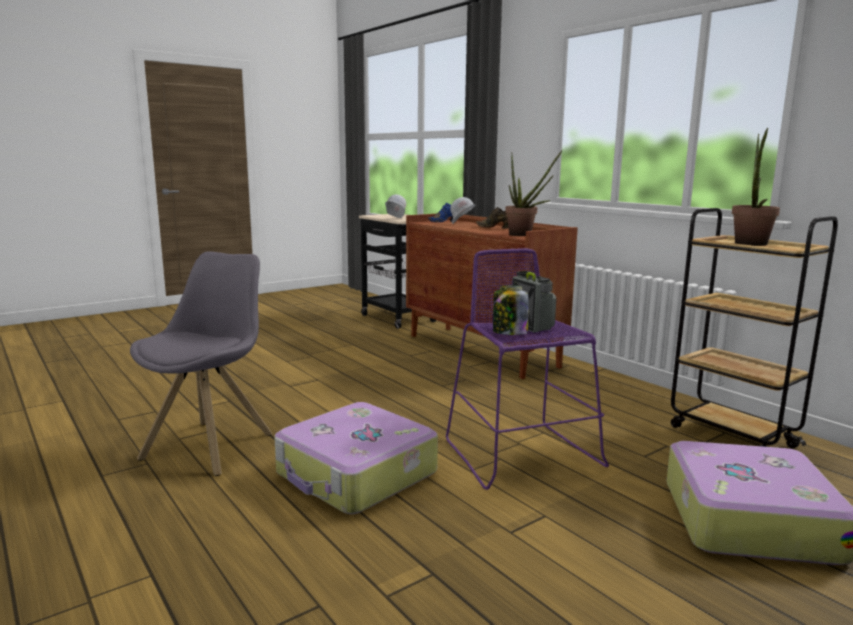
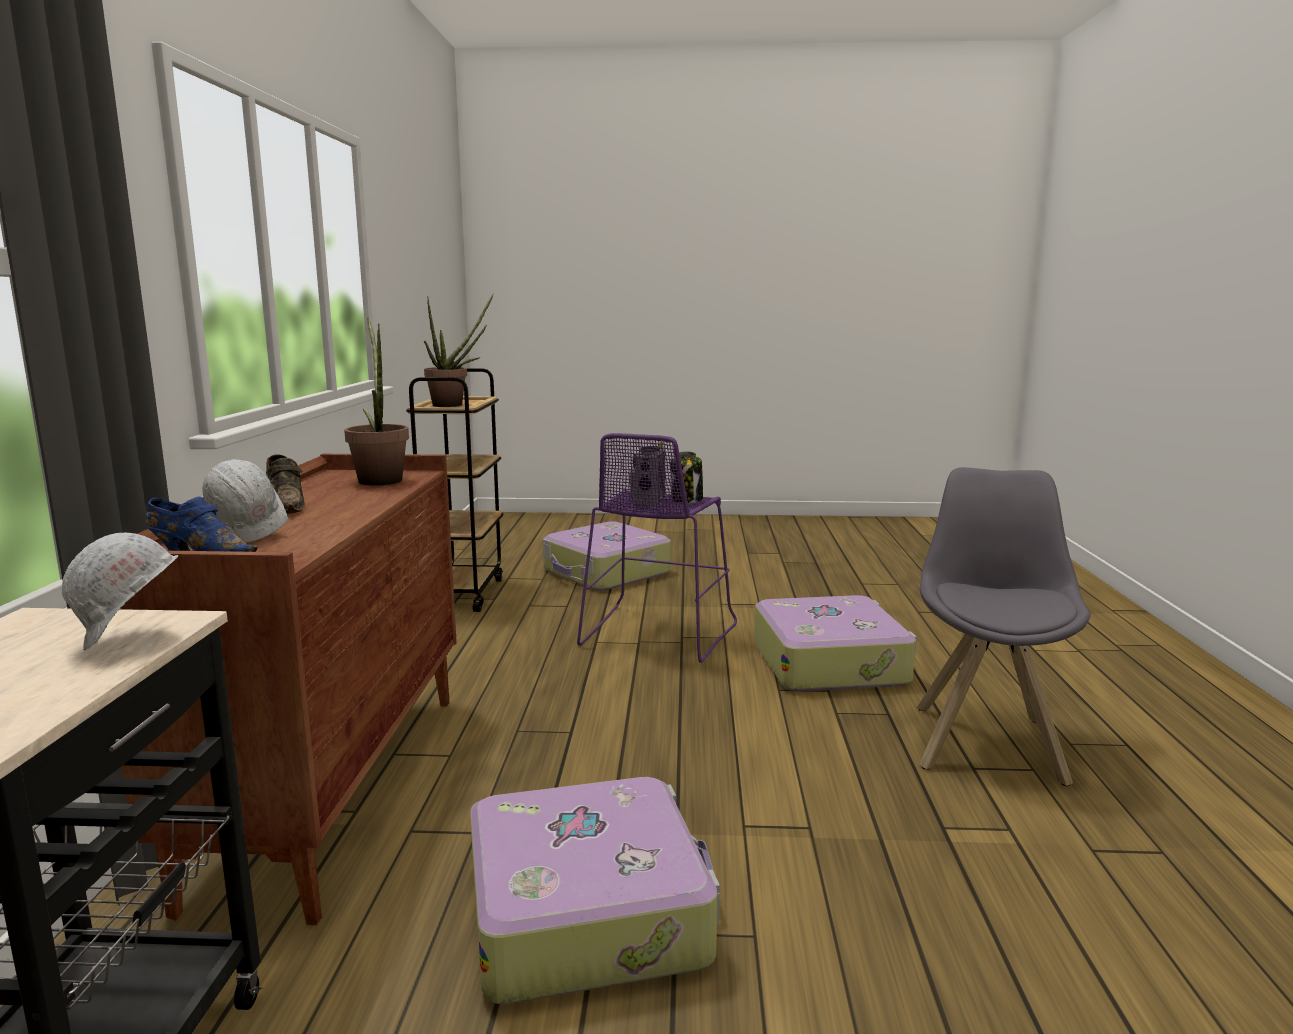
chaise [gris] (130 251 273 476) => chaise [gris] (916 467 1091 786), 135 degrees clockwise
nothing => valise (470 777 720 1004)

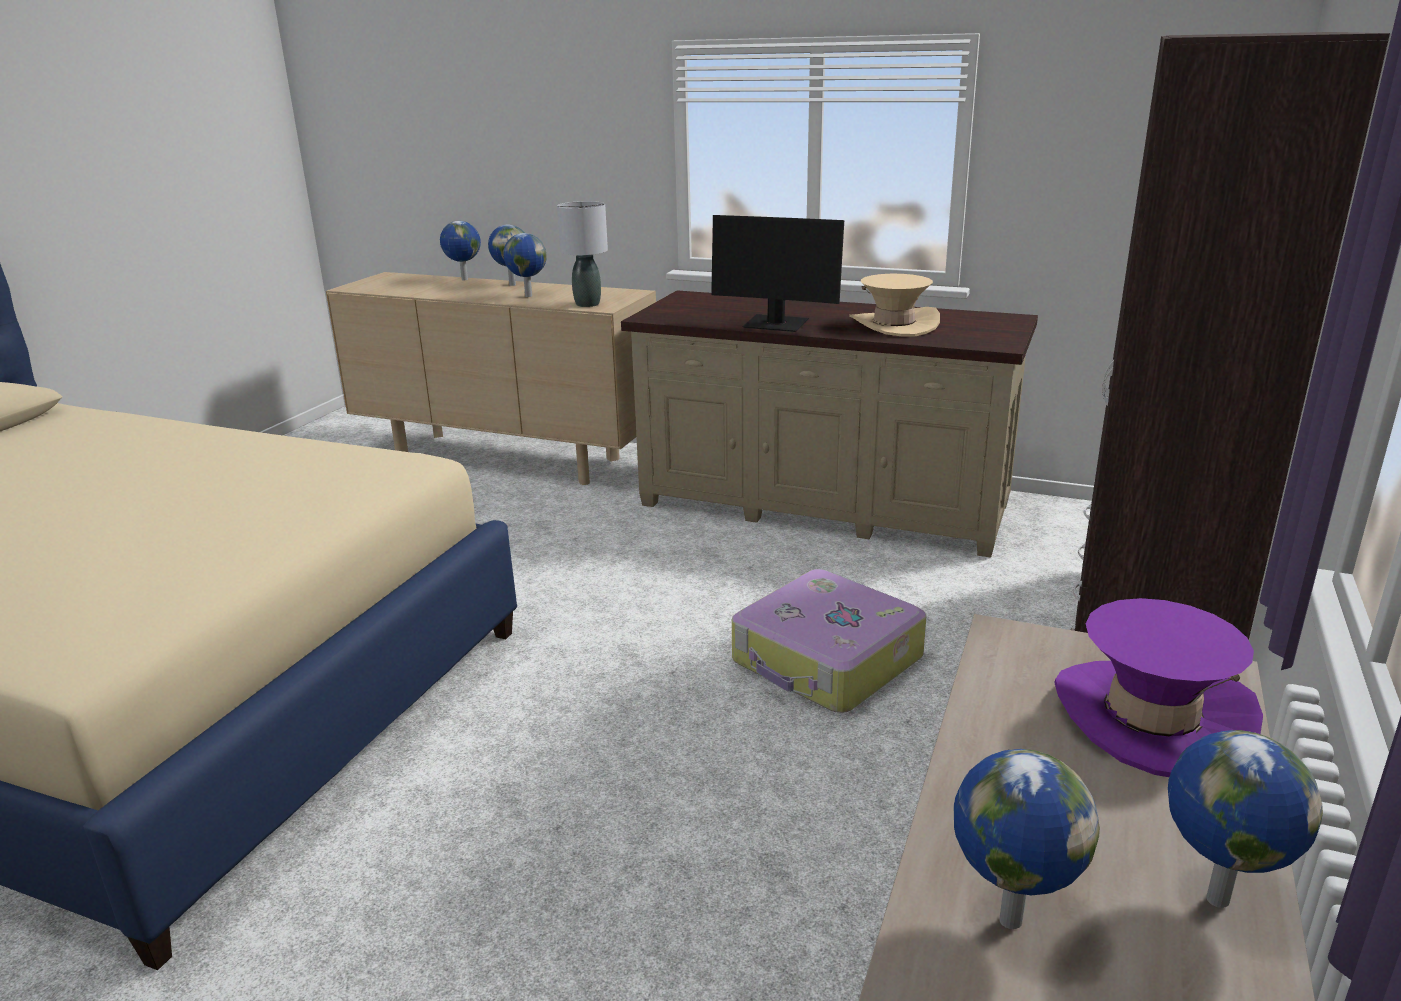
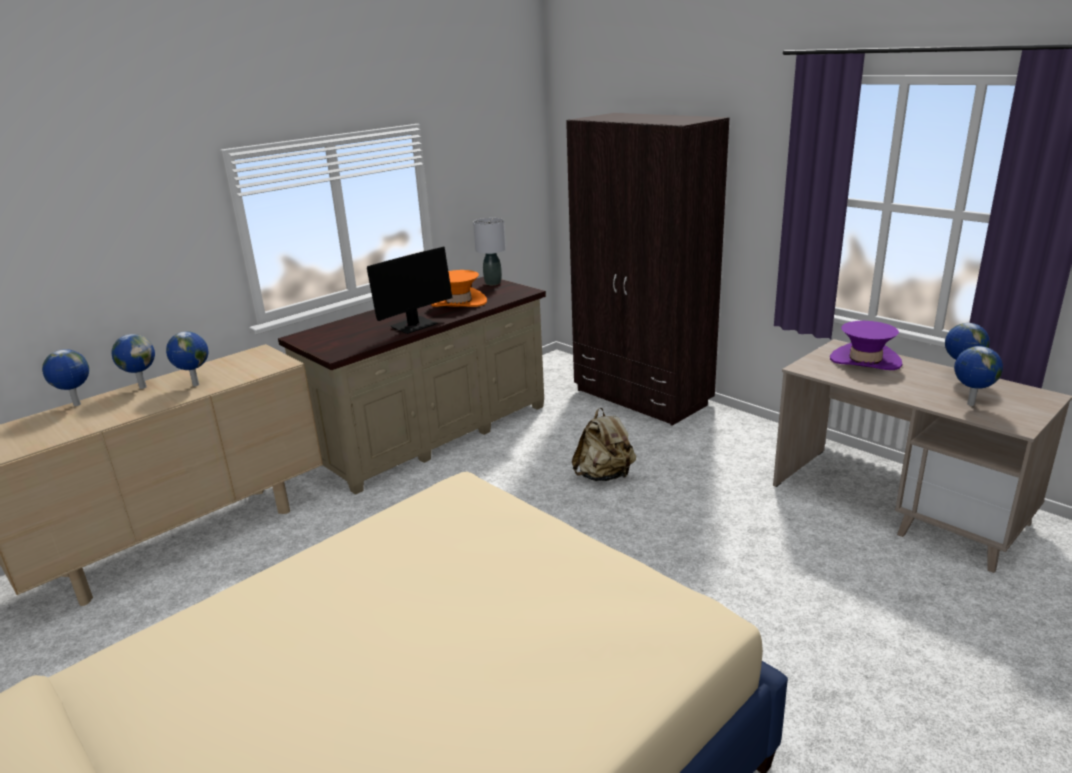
lampe de table [gris] (557 201 608 307) => lampe de table [gris] (473 218 506 285), move
chapeau [beige] (849 274 940 337) => chapeau [orange] (431 270 487 307)
valise (732 569 926 713) => sac à dos [beige] (572 408 636 481)

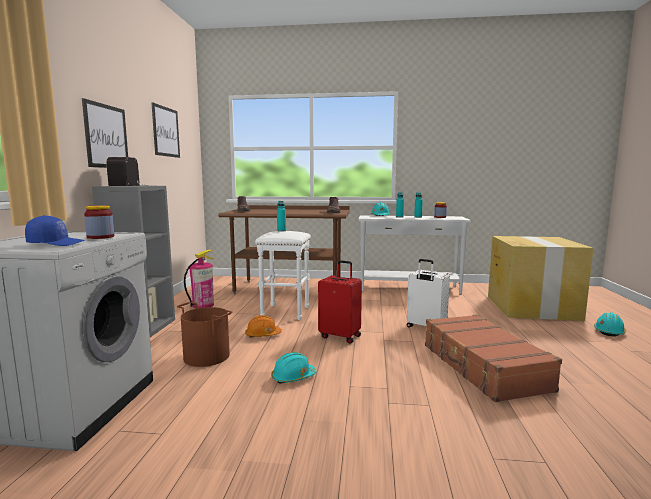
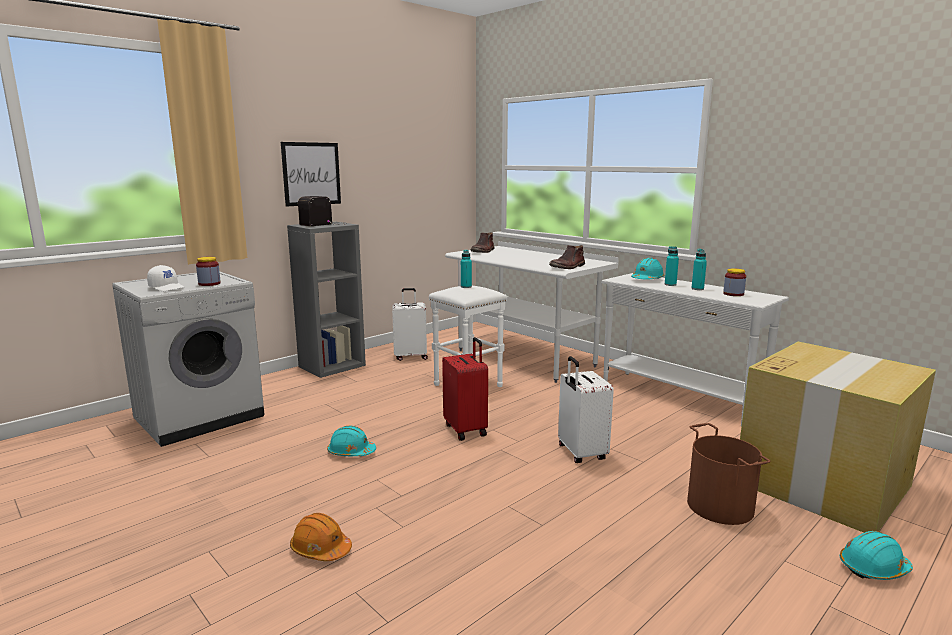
tableau (152 102 180 158) => nothing
bureau [marron] (218 205 350 294) => bureau [blanc] (445 241 619 383)
casquette [bleu] (25 215 85 246) => casquette [blanc] (147 265 185 291)
extincteur (184 250 214 308) => valise [blanc] (392 288 428 361)
seau [marron] (177 302 233 367) => seau [marron] (687 423 771 525), move
valise [marron] (425 314 562 402) => nothing
casque de chantier [orange] (245 315 282 338) => casque de chantier [orange] (290 513 352 561), move

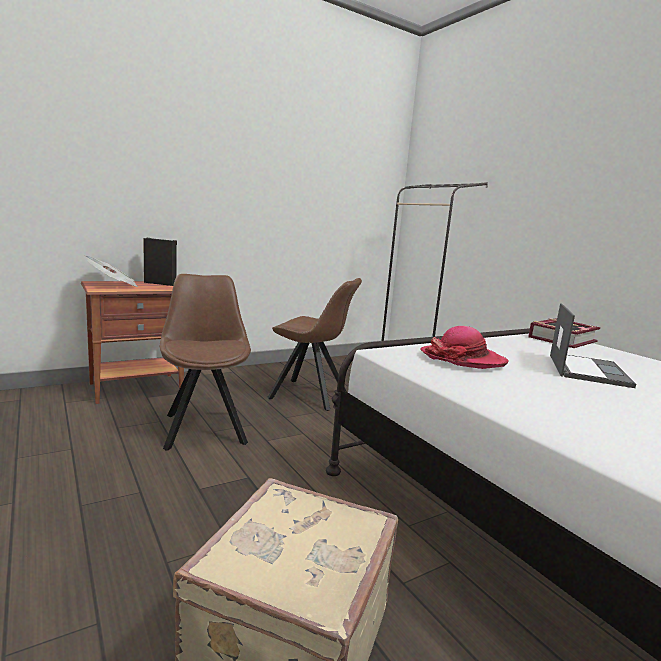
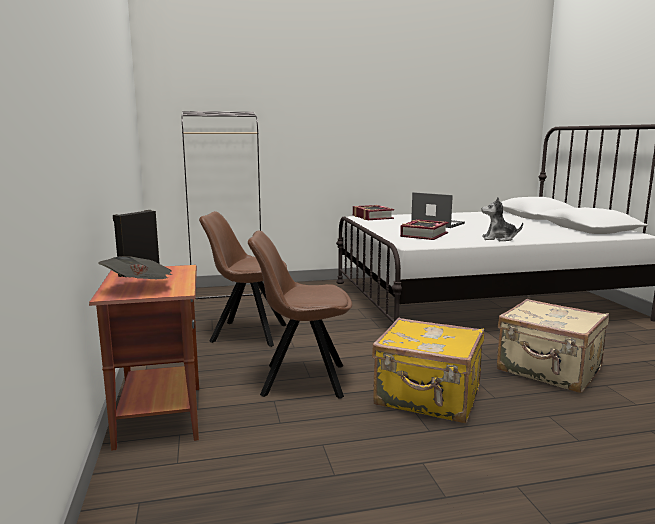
chaise [marron] (267 278 362 411) => chaise [marron] (199 211 287 347), 120 degrees counterclockwise
chapeau (420 326 508 369) => livre (400 219 449 240)
nothing => peluche (482 197 523 241)
nothing => valise [jaune] (372 317 484 423)

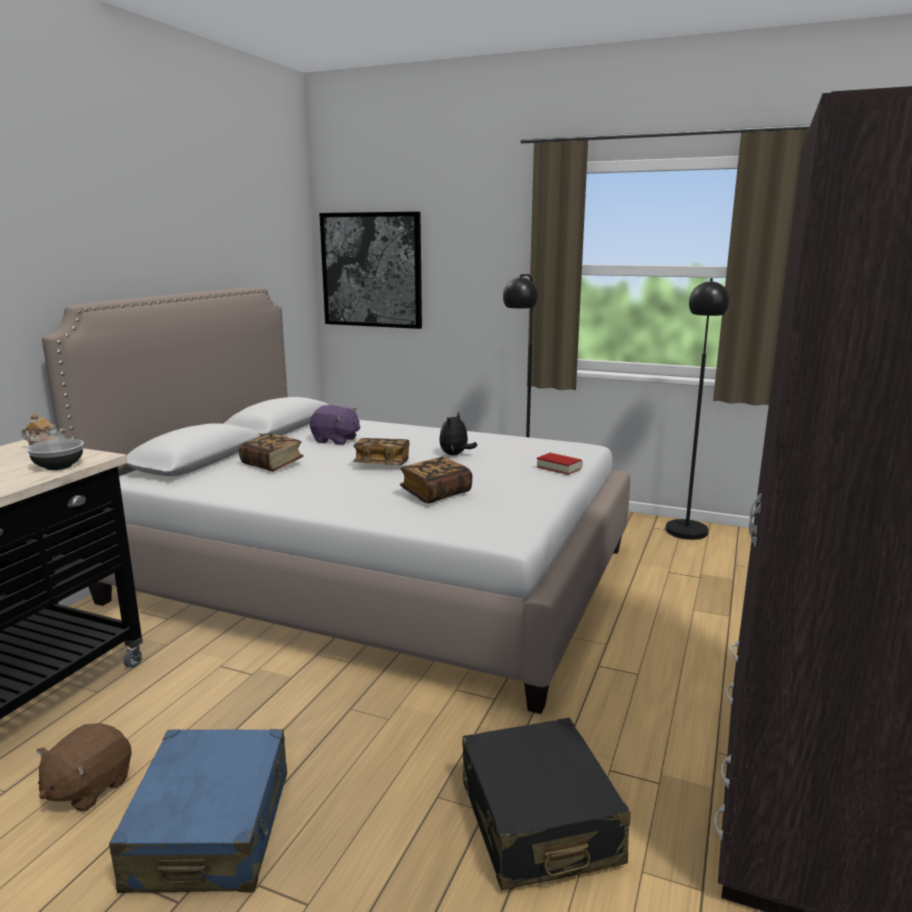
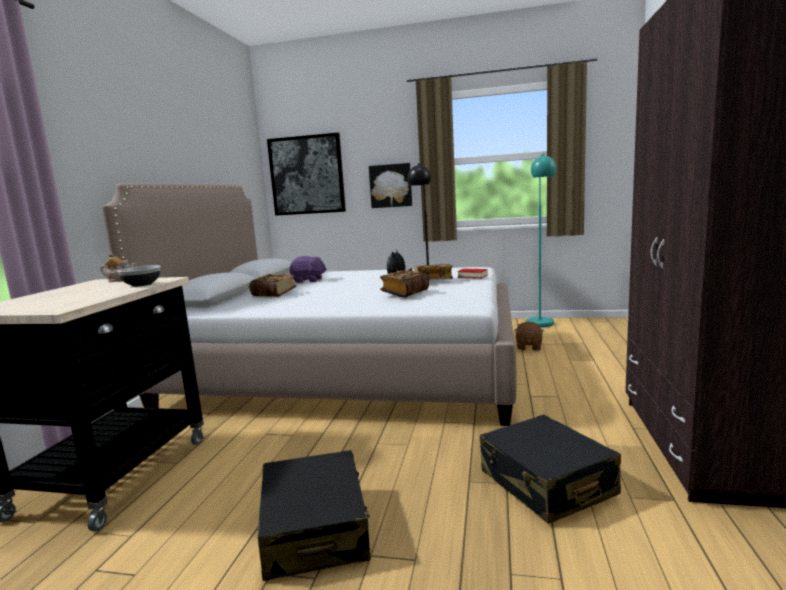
lampadaire [noir] (666 278 730 540) => lampadaire [turquoise] (526 154 556 327)
livre (354 438 409 465) => livre (414 264 453 280), move
peluche [marron] (37 723 132 812) => peluche [marron] (514 321 544 351), move
valise [bleu] (109 729 287 893) => valise [noir] (258 450 371 581)
nothing => tableau (369 163 412 208)

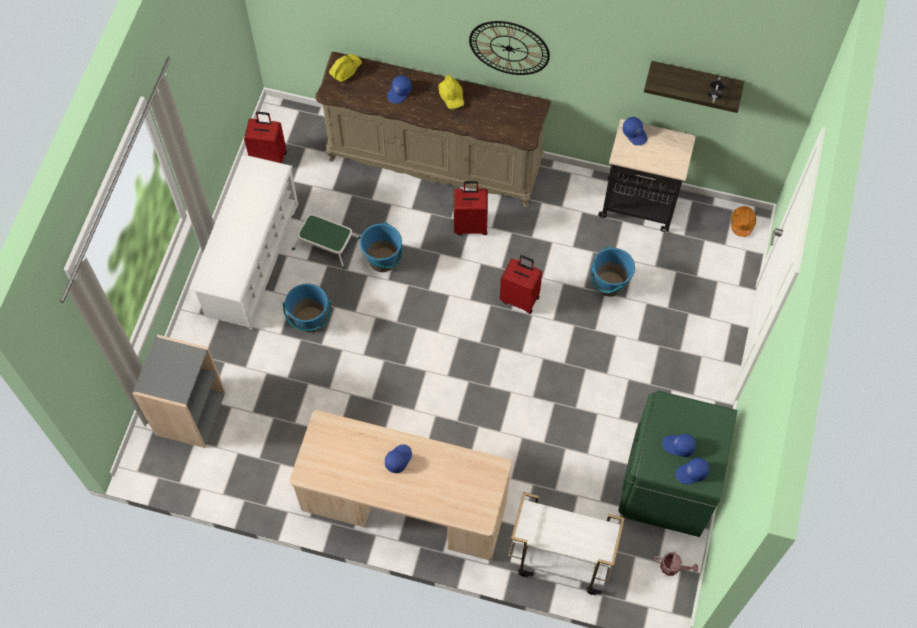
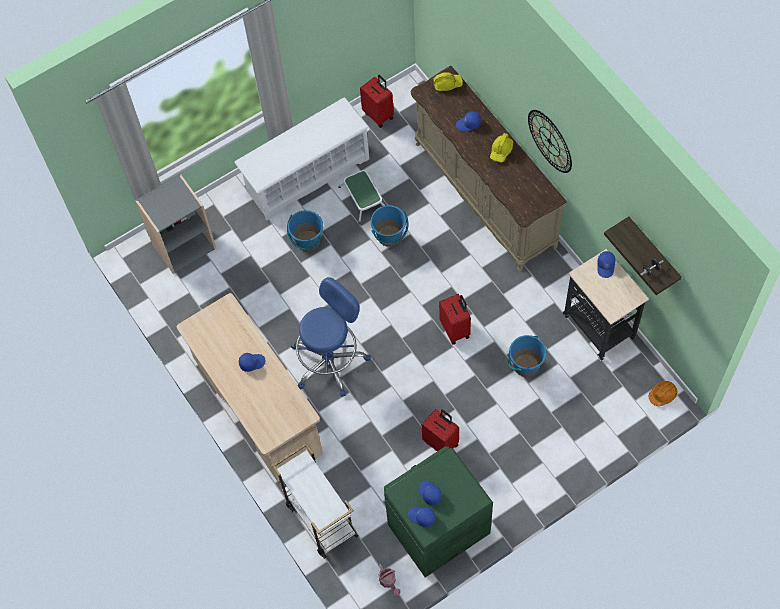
valise [rouge] (454 181 488 235) => valise [rouge] (422 409 459 451), move
nothing => tabouret [bleu] (291 277 371 397)

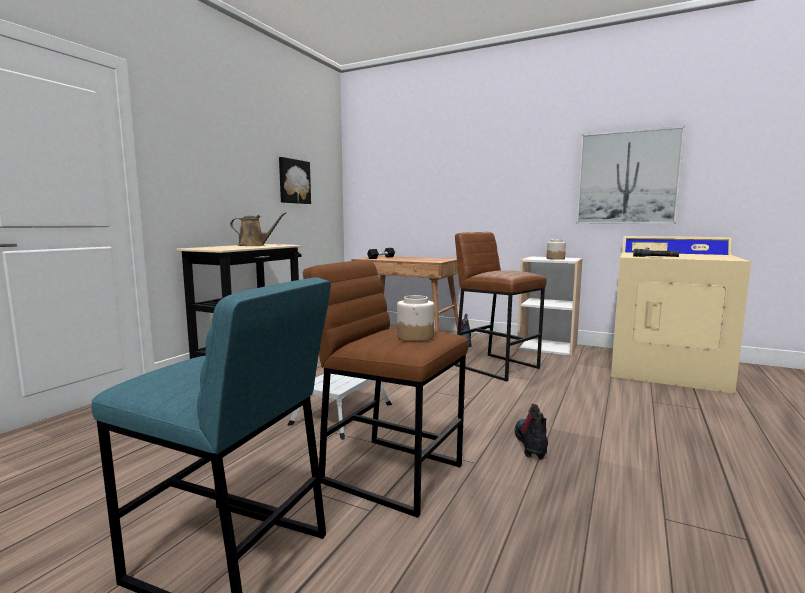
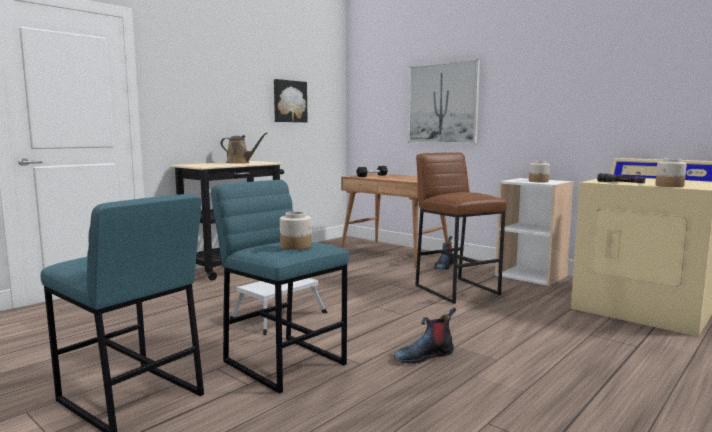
tableau (576 126 685 224) => tableau (408 59 480 144), move
tabouret [marron] (303 259 469 518) => tabouret [bleu] (211 180 349 394)
botte (515 404 548 460) => botte (394 308 456 364), 135 degrees counterclockwise
nothing => bocal (655 158 687 187)

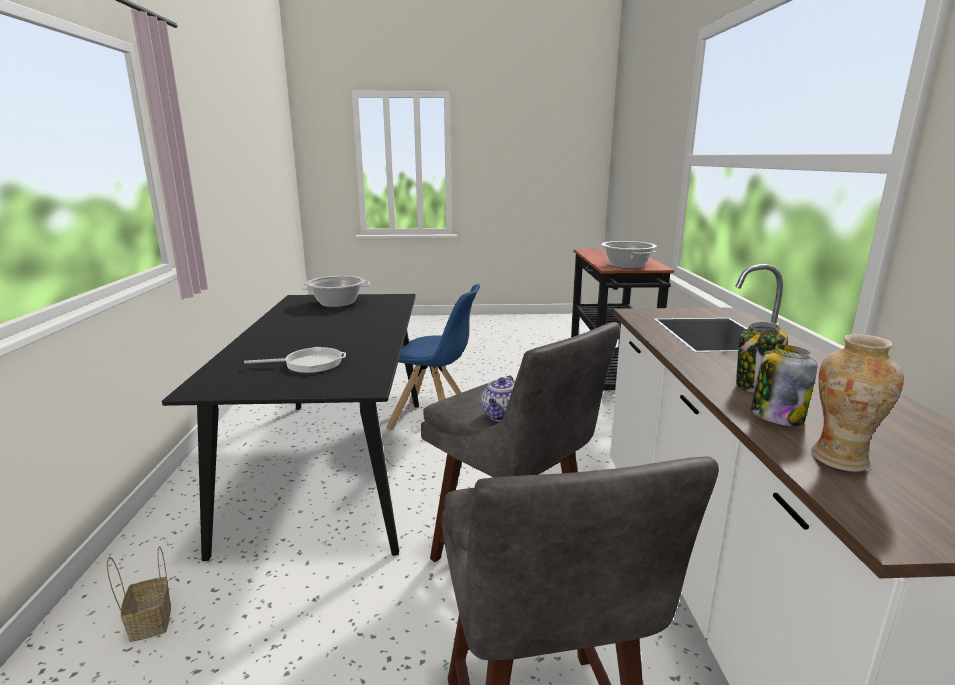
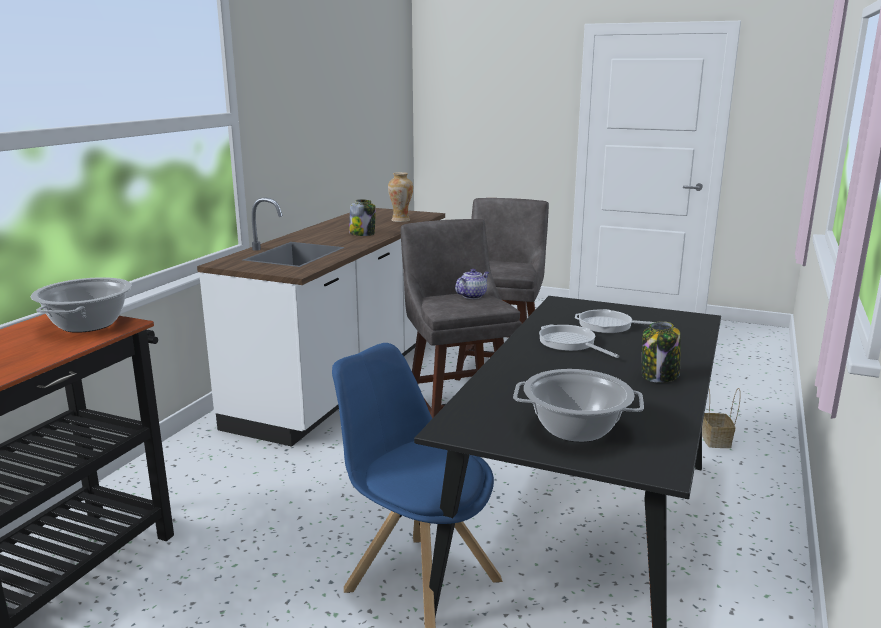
bocal (751 345 818 426) => bocal (642 321 681 383), move
nothing => poêle (539 325 619 358)

